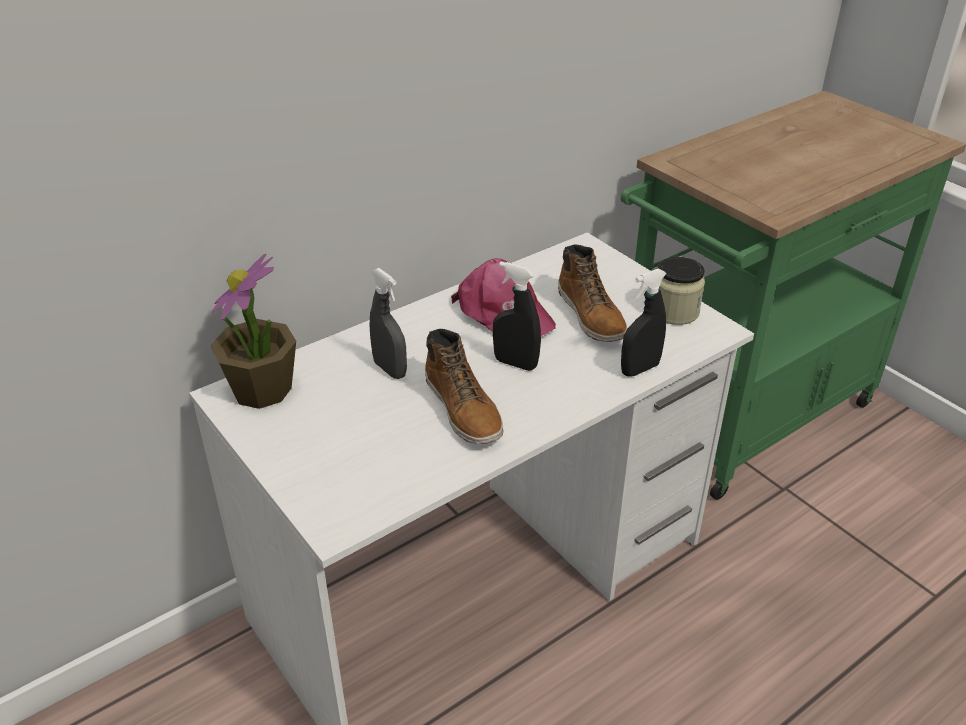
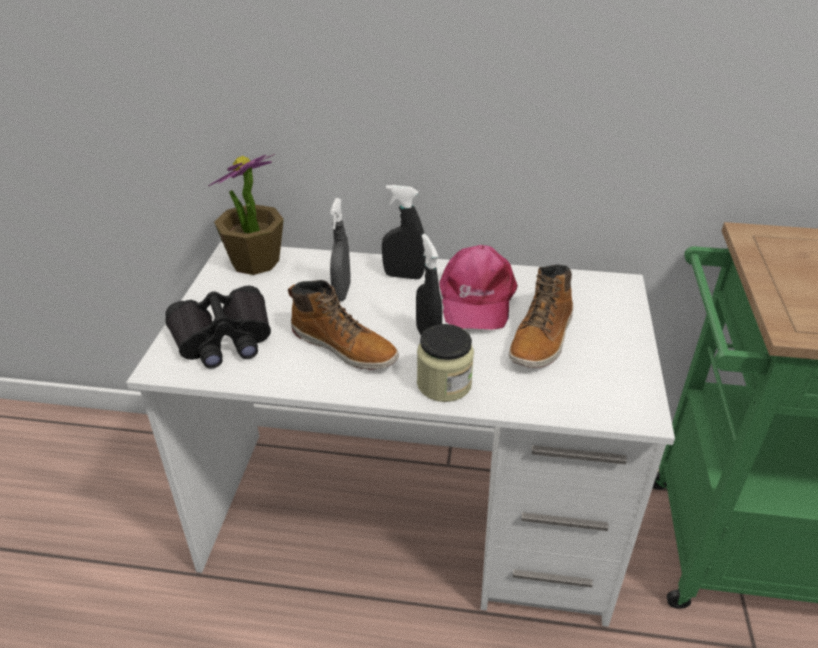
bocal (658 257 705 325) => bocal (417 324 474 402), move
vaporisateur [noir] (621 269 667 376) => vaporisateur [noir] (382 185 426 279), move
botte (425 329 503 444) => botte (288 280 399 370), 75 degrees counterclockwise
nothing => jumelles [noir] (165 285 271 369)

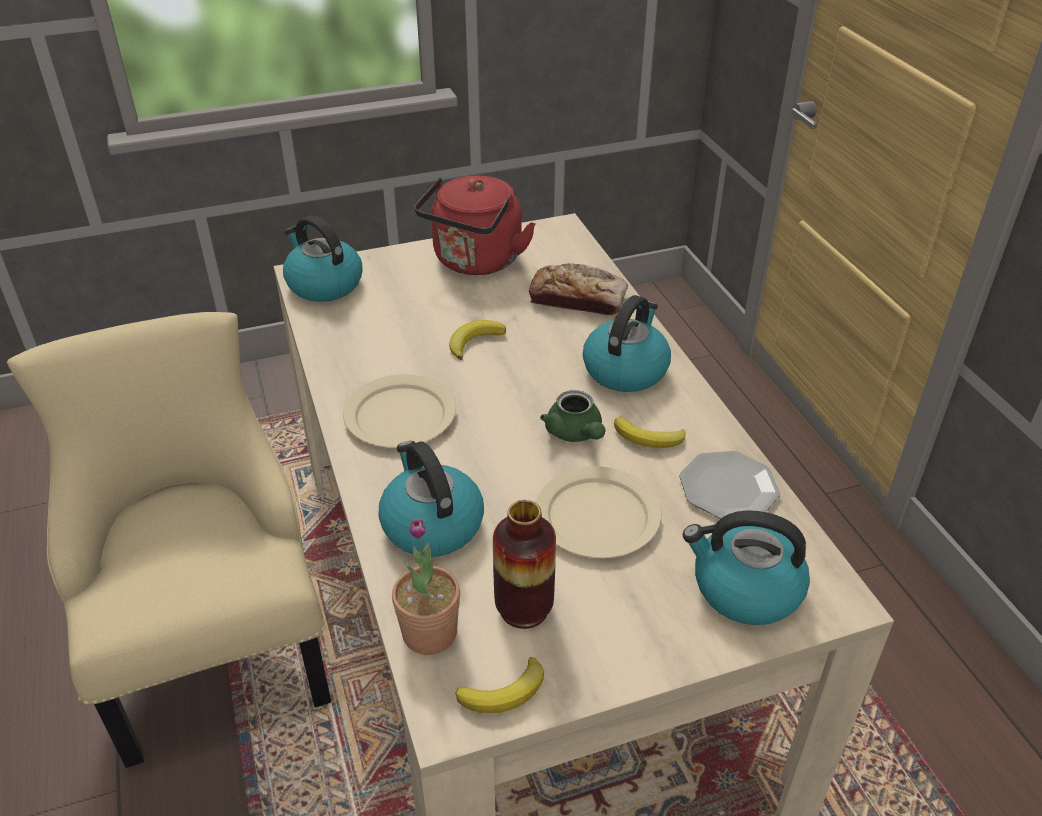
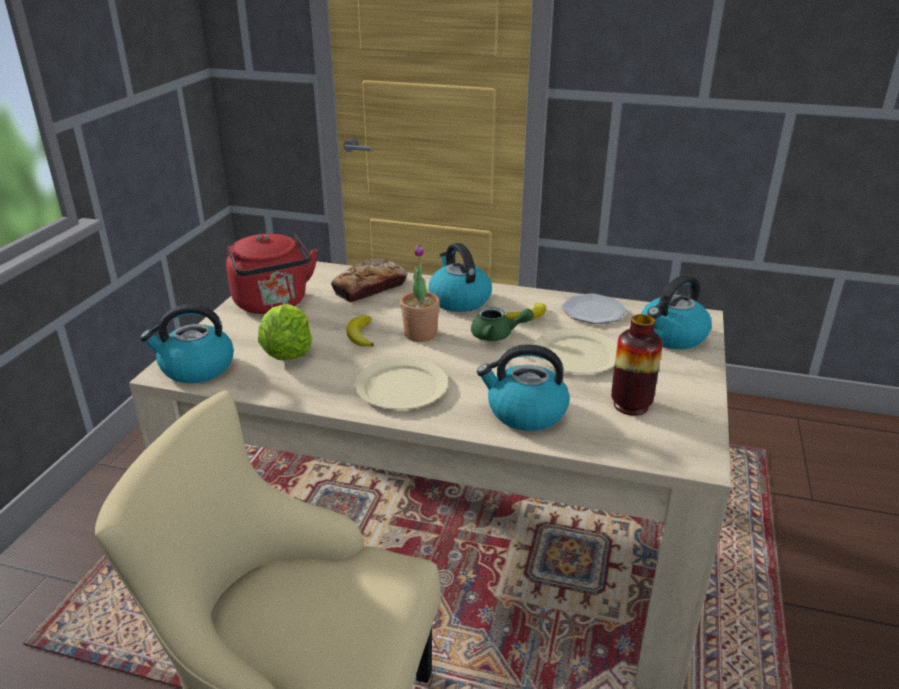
plante en pot (392 518 460 655) => plante en pot (400 244 440 342), move
banane (455 657 544 714) => nothing
nothing => laitue (258 304 312 360)

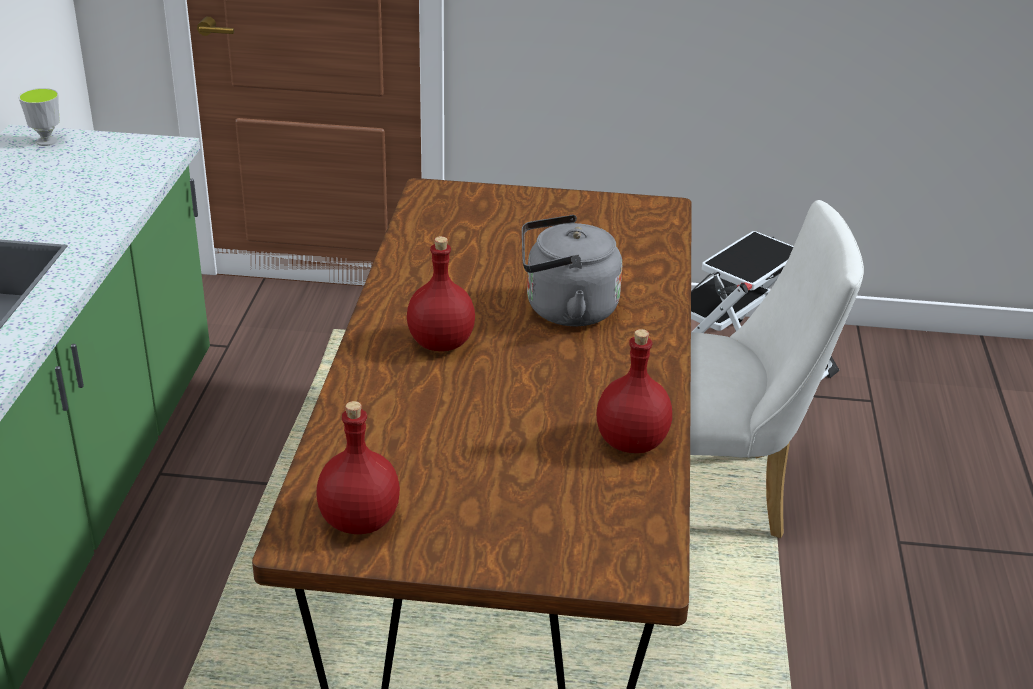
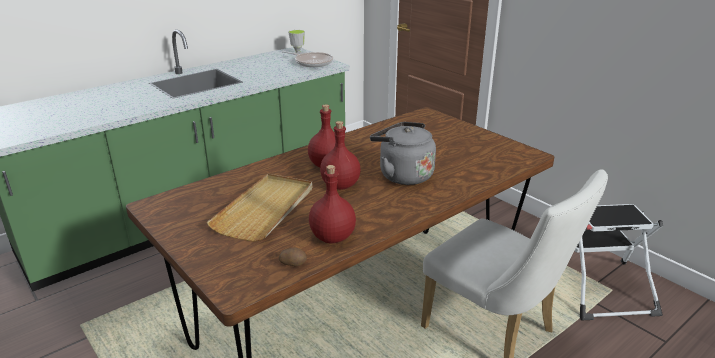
bouteille [rouge] (316 401 400 534) => bouteille [rouge] (320 121 361 190), move
nothing => poêle (282 51 333 67)
nothing => plateau [beige] (206 174 313 242)
nothing => pomme de terre (279 247 307 266)

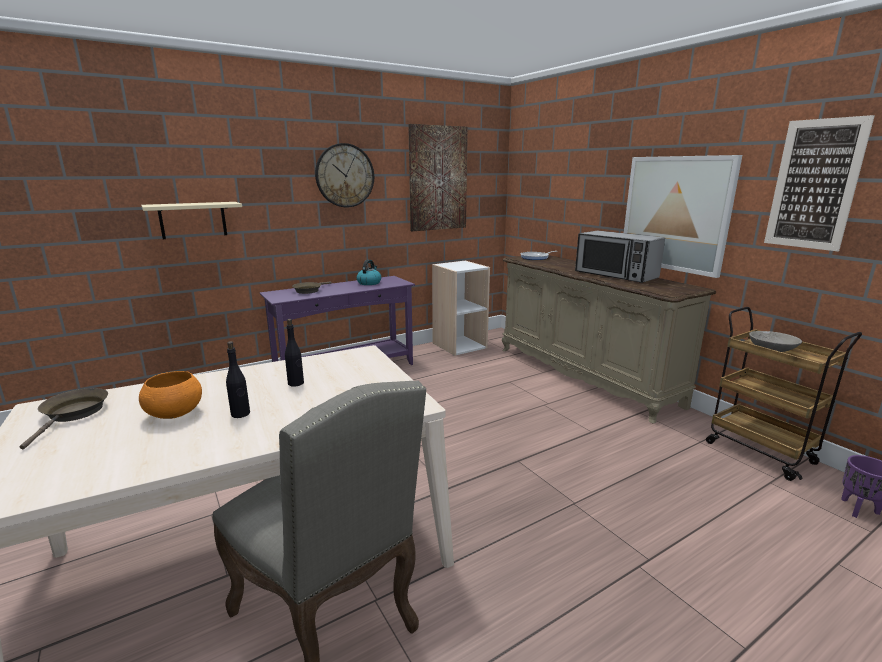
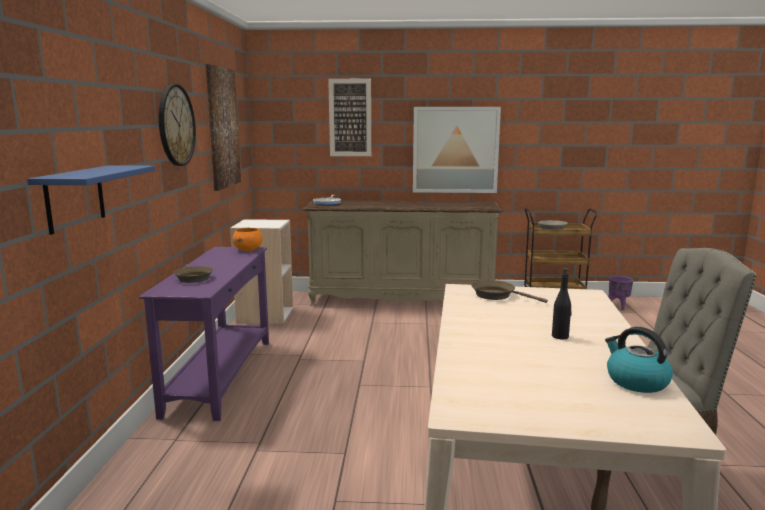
tableau (764 115 875 251) => tableau (328 79 371 156), move
étagère [beige] (141 202 242 239) => étagère [bleu] (27 165 155 235)
micro-ondes (575 231 665 283) => nothing
bouilloire (356 260 381 285) => bouilloire (605 327 673 393), move
bouteille [noir] (285 319 304 386) => nothing
bol [orange] (139 371 202 419) => bol [orange] (233 228 262 251), move
poêle [marron] (20 388 108 449) => poêle [marron] (471 280 548 303), move

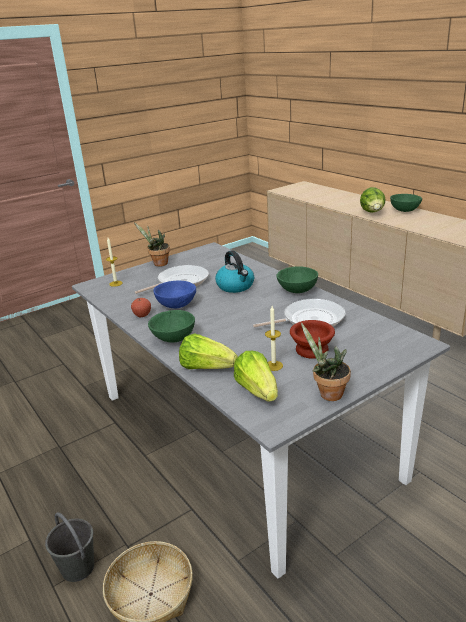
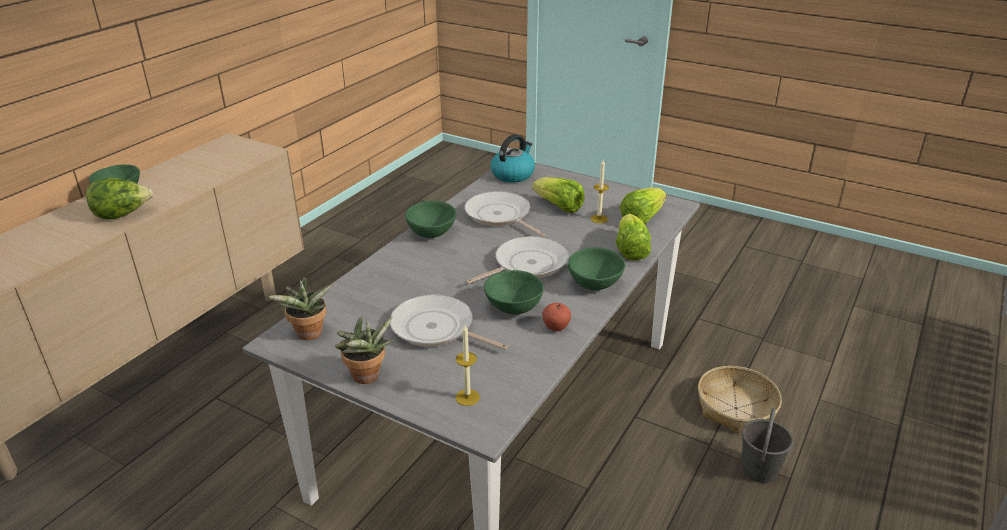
bouilloire (215 250 254 293) => bouilloire (490 134 535 183), move
bol [bleu] (153 281 196 308) => bol [vert] (484 270 544 314)
bol [marron] (290 320 335 359) => laitue (532 177 584 213)
plante en pot (301 323 351 401) => plante en pot (266 277 333 340), move
nothing => poêle (466 236 569 284)

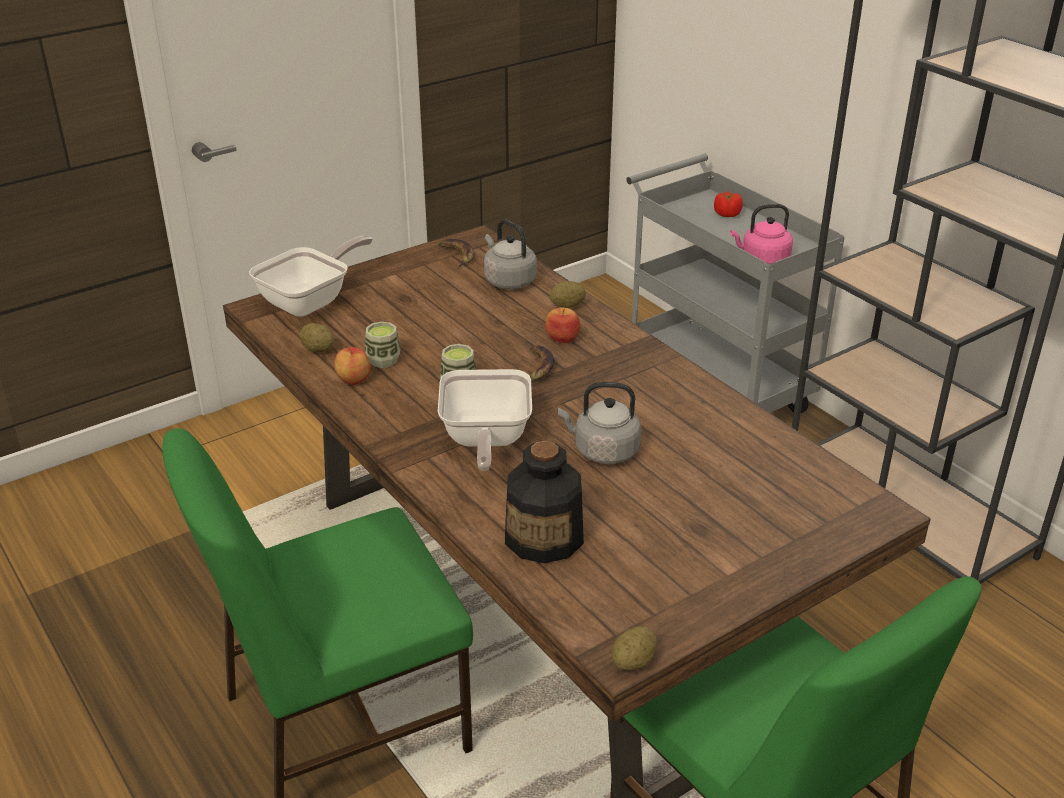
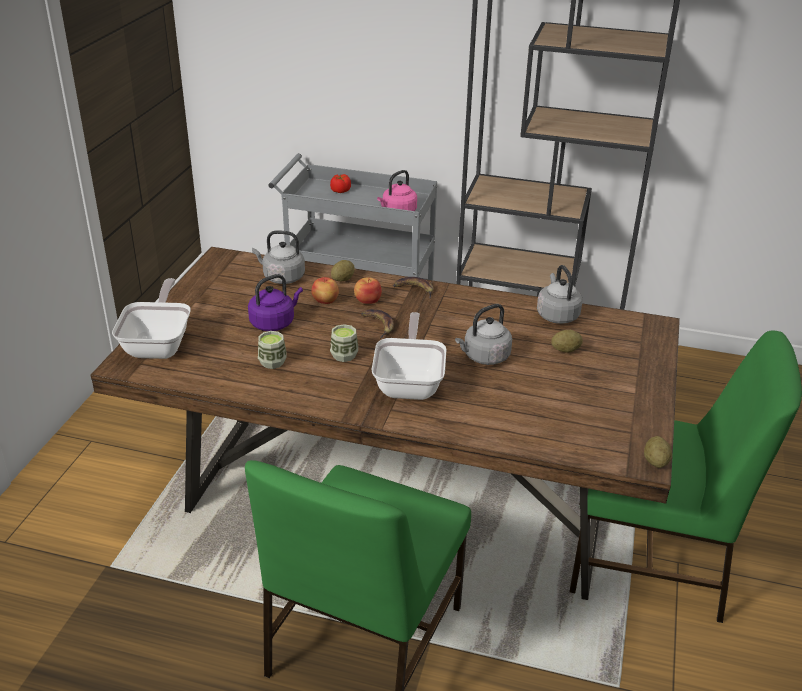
banane (439 239 474 268) => banane (393 277 434 299), move
pomme de terre (299 323 334 353) => pomme de terre (551 330 583 353), move
pomme (334 347 371 385) => pomme (311 277 339 304), move
poêle (438 369 532 471) => poêle (372 312 446 400), 135 degrees counterclockwise
bouteille (505 441 584 563) => nothing
nothing => bouilloire [gris] (537 265 583 324)
nothing => bouilloire [violet] (248 274 303 331)

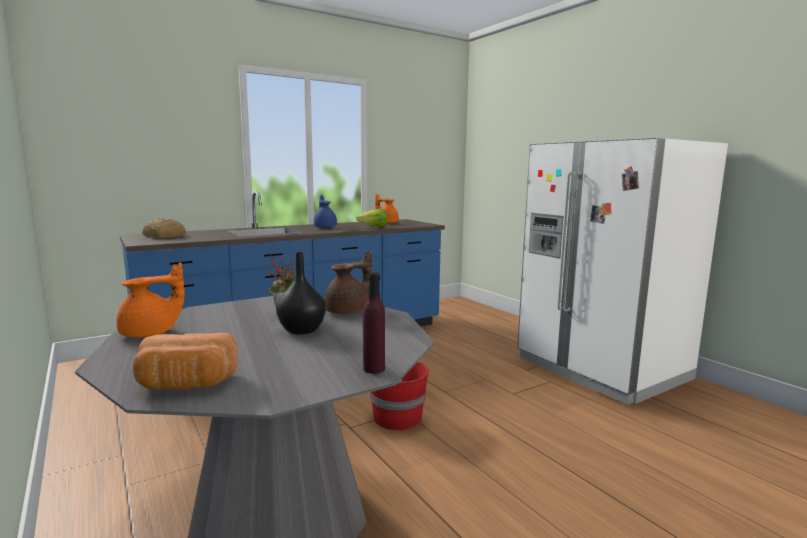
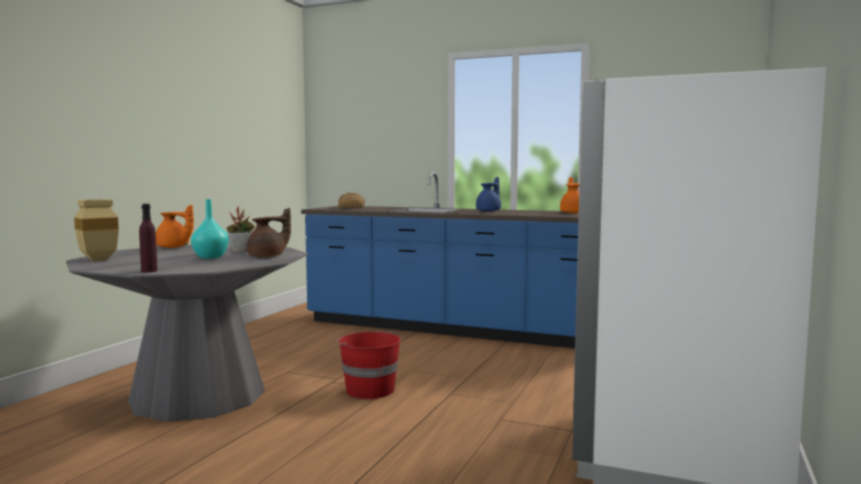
laitue (356 209 387 227) => nothing
théière [marron] (324 251 372 314) => théière [marron] (247 208 291 257), 45 degrees counterclockwise
vase [noir] (276 252 326 335) => vase [turquoise] (191 199 229 259)
pain (133 333 238 390) => vase [beige] (74 199 119 262)

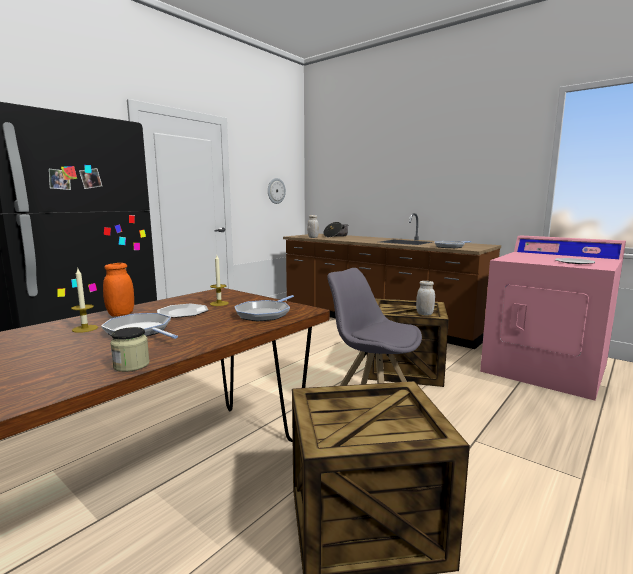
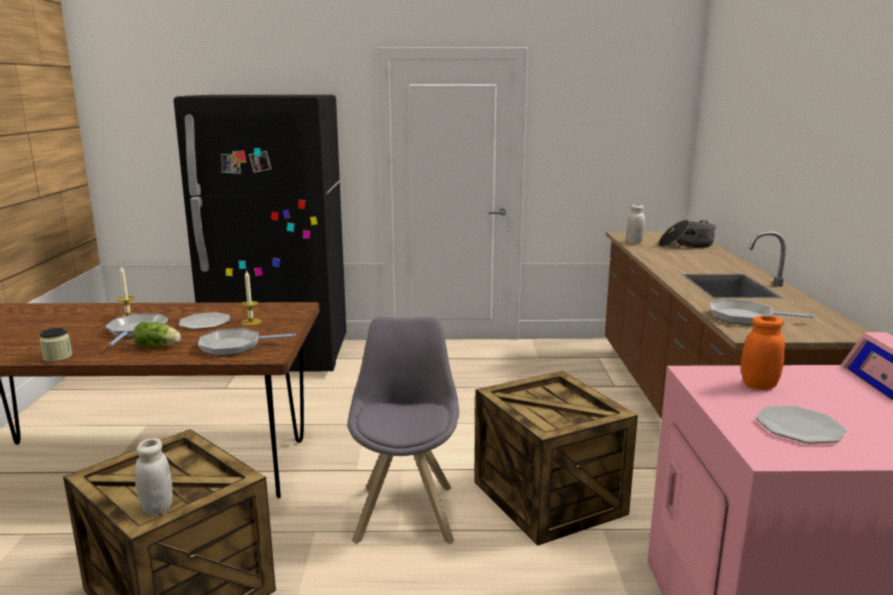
horloge murale (268 178 286 204) => nothing
bocal [orange] (103 263 134 316) => bocal [orange] (741 316 785 390), move
bocal [blanc] (416 281 435 315) => bocal [blanc] (135 438 173 515), move
nothing => laitue (133 322 181 348)

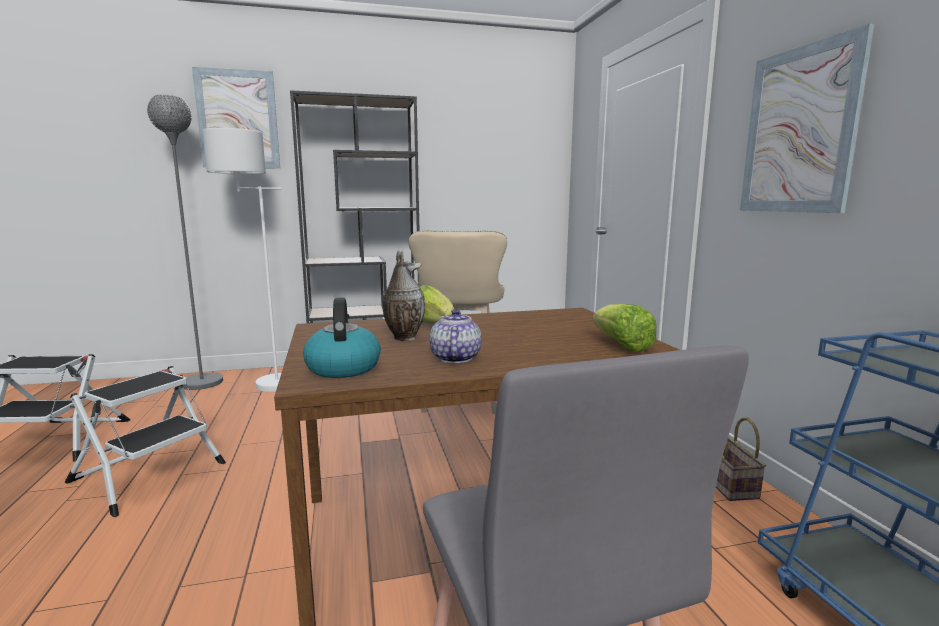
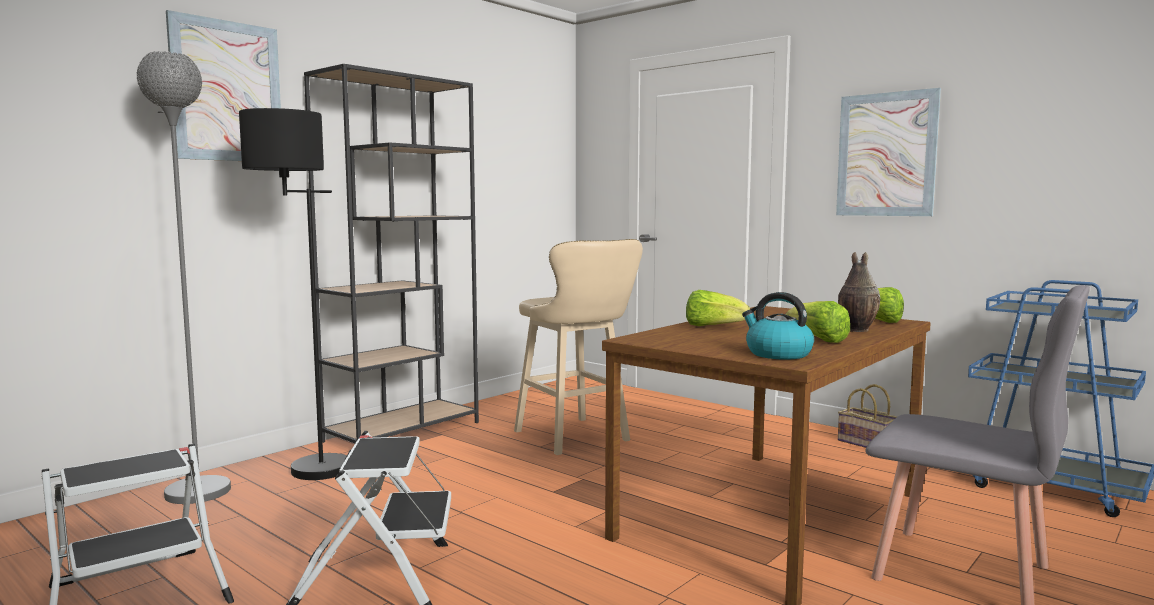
lampadaire [blanc] (202 128 281 392) => lampadaire [noir] (239 108 347 480)
vase (382 250 425 341) => vase (838 252 880 332), move
théière (430 309 482 363) => laitue (785 301 850 343)

